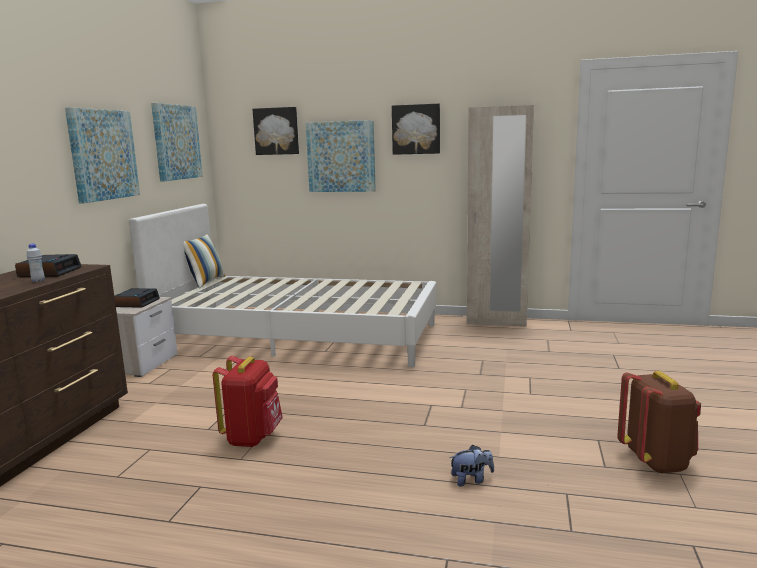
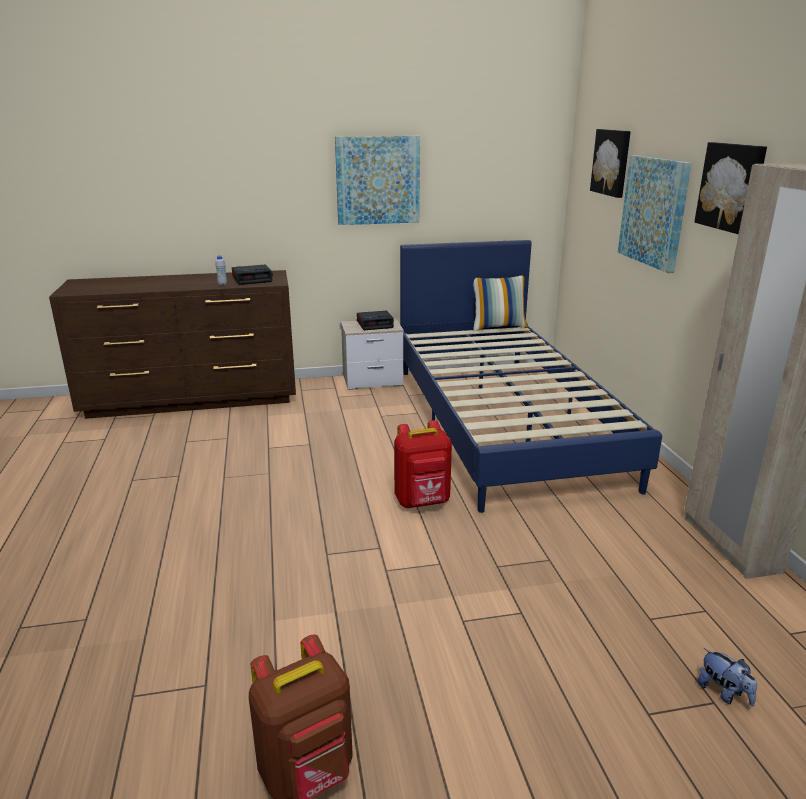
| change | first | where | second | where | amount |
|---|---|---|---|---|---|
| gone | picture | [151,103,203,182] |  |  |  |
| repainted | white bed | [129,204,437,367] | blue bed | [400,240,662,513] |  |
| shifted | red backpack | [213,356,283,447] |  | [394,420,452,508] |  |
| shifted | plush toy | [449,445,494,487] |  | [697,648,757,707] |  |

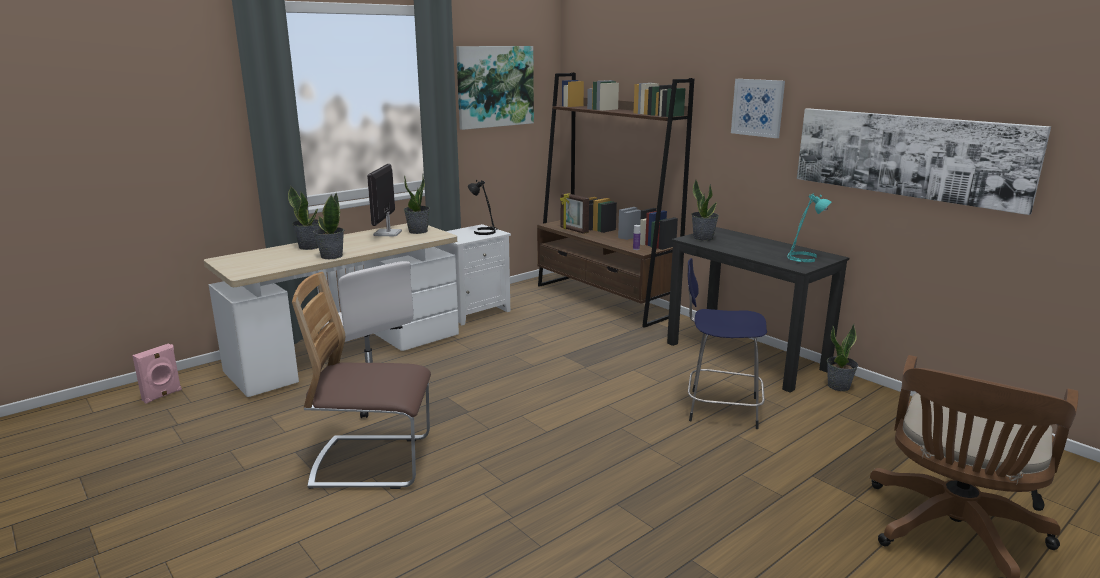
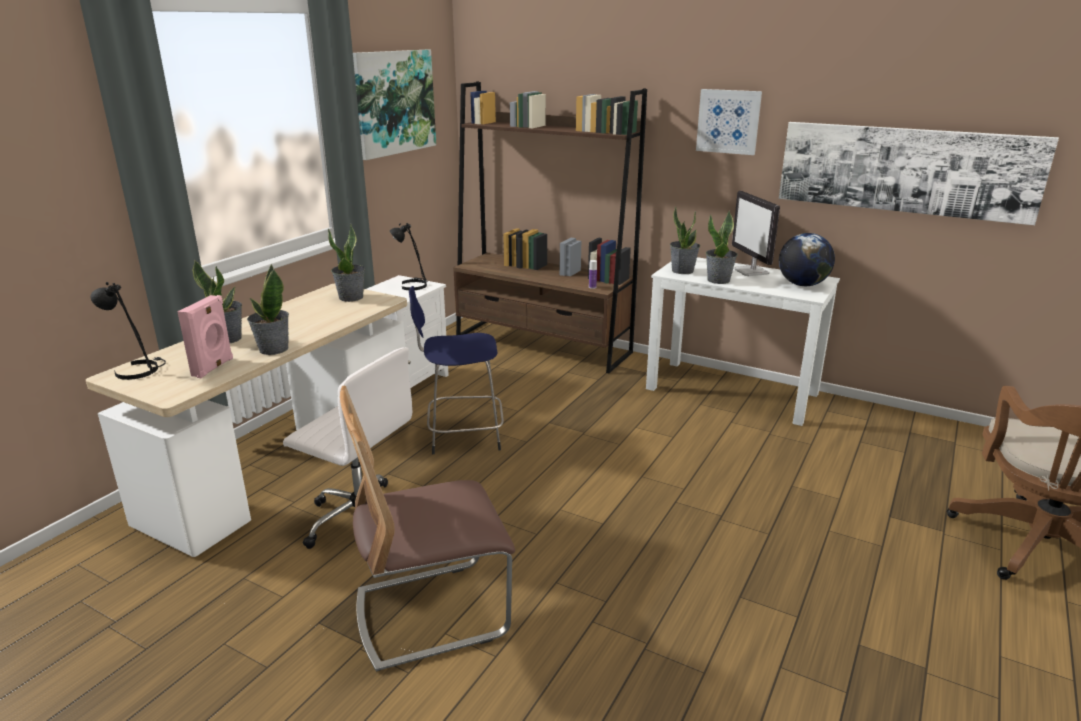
| change | first | where | second | where | amount |
|---|---|---|---|---|---|
| shifted | monitor | [367,164,402,236] |  | [732,191,780,276] |  |
| gone | picture frame | [560,193,589,234] |  |  |  |
| swapped | turquoise table lamp | [787,193,832,262] | globe | [779,233,835,286] |  |
| repainted | black desk | [667,227,849,393] | white desk | [646,257,840,426] |  |
| shifted | blue stool | [688,258,767,429] |  | [409,286,504,454] |  |
| shifted | potted plant | [827,324,858,391] |  | [706,210,738,284] |  |
| shifted | pink speaker | [132,343,182,404] |  | [177,295,233,378] |  |
| new |  |  | black table lamp | [90,282,166,380] |  |

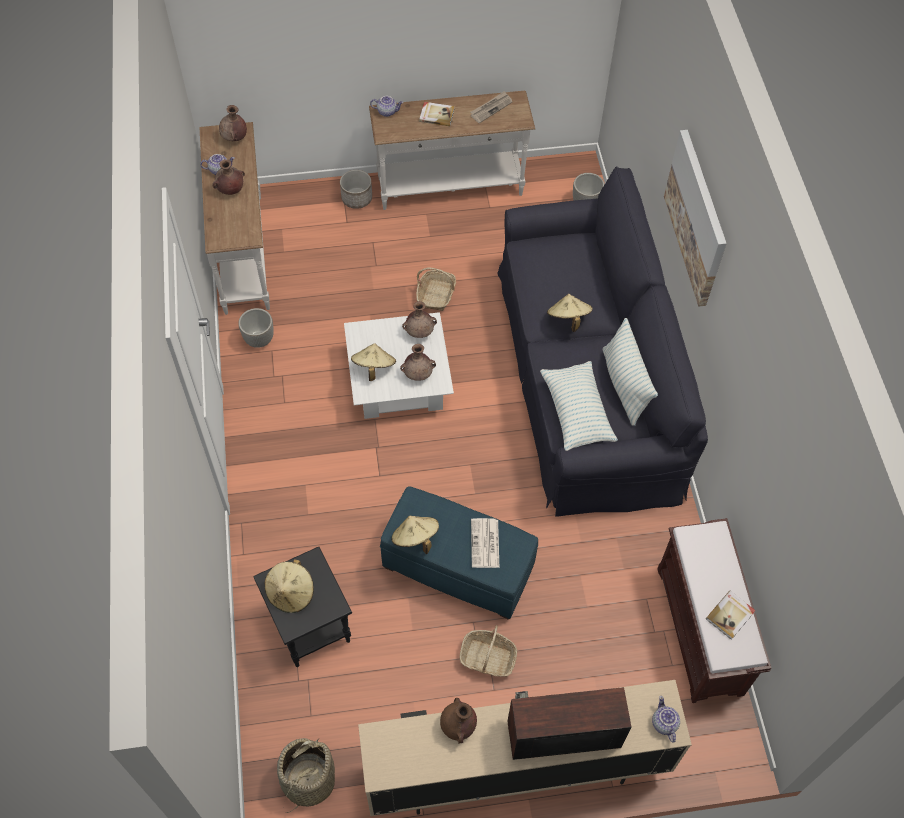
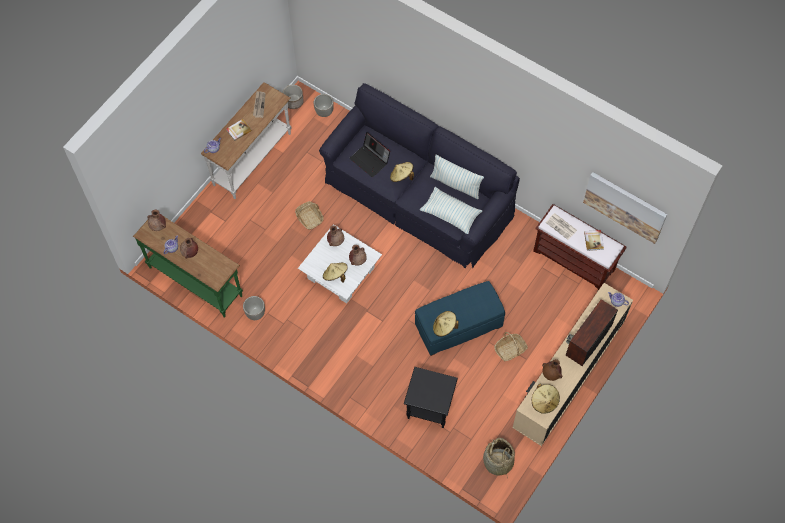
| change | first | where | second | where | amount |
|---|---|---|---|---|---|
| repainted | white console table | [199,122,270,315] | green console table | [133,217,243,318] |  |
| shifted | picture | [664,130,727,307] |  | [583,172,667,244] |  |
| shifted | planter | [340,170,372,209] |  | [283,85,304,109] |  |
| shifted | newspaper | [471,518,499,568] |  | [545,213,577,240] |  |
| shifted | beige hat | [265,559,314,613] |  | [532,384,560,414] |  |
| new |  |  | laptop | [349,132,390,177] |  |

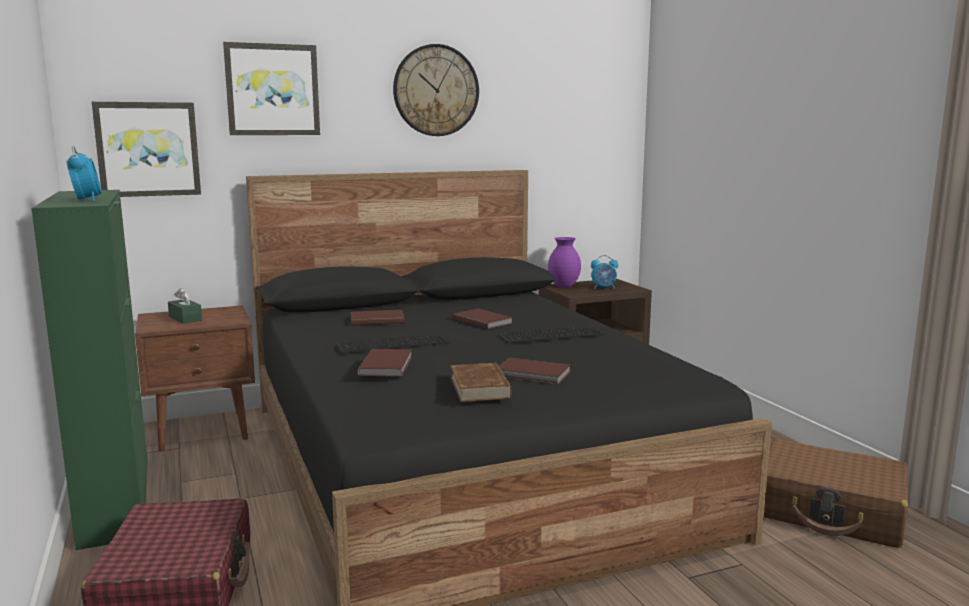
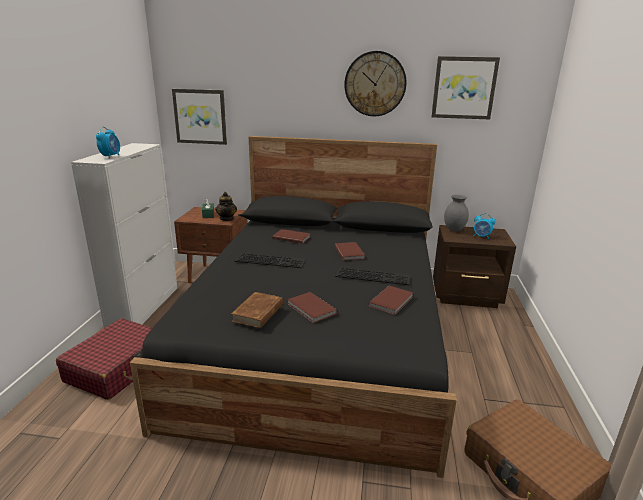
| change | first | where | second | where | amount |
|---|---|---|---|---|---|
| shifted | picture | [223,42,320,135] |  | [431,56,500,120] |  |
| repainted | green cabinet | [31,190,148,550] | white cabinet | [71,143,177,328] |  |
| repainted | purple vase | [548,237,581,288] | grey vase | [444,195,469,232] |  |
| shifted | brown book | [357,349,412,377] |  | [368,286,413,315] |  |
| new |  |  | teapot | [215,192,237,221] |  |

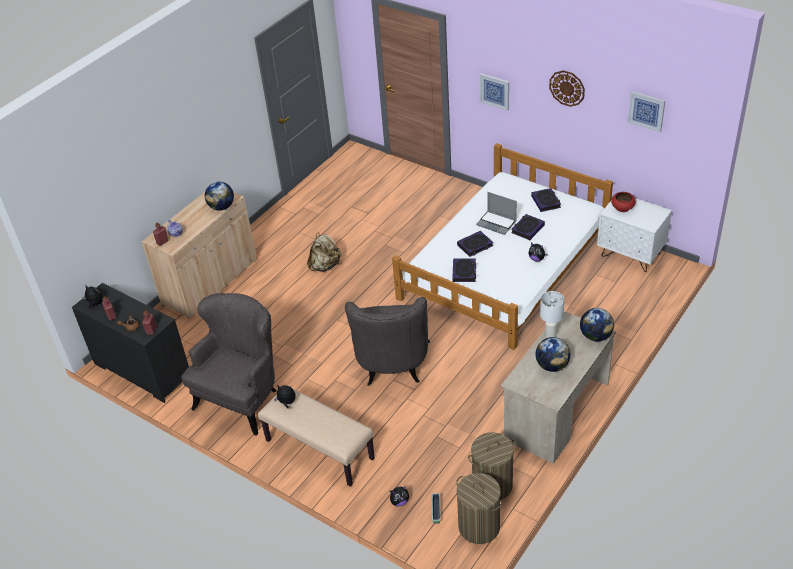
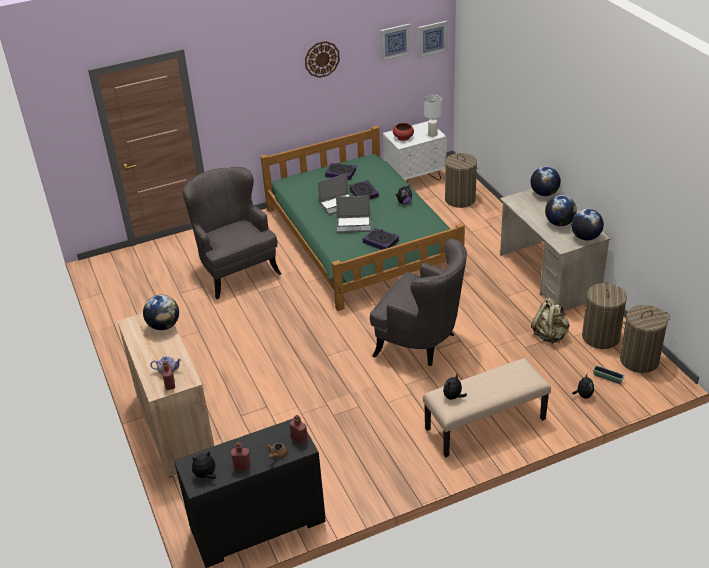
| change | first | where | second | where | amount |
|---|---|---|---|---|---|
| shifted | picture | [479,73,509,111] |  | [418,21,448,58] |  |
| repainted | white bed | [392,143,613,350] | green bed | [260,125,465,311] |  |
| swapped | book | [457,231,493,257] | laptop | [336,196,371,233] |  |
| shifted | beige backpack | [307,232,342,271] |  | [531,298,570,344] |  |
| shifted | white table lamp | [540,291,565,338] |  | [424,95,442,137] |  |
| shifted | grey armchair | [181,293,277,436] |  | [182,167,281,299] |  |
| new |  |  | laundry basket | [445,153,478,208] |  |
| new |  |  | globe | [571,209,604,240] |  |

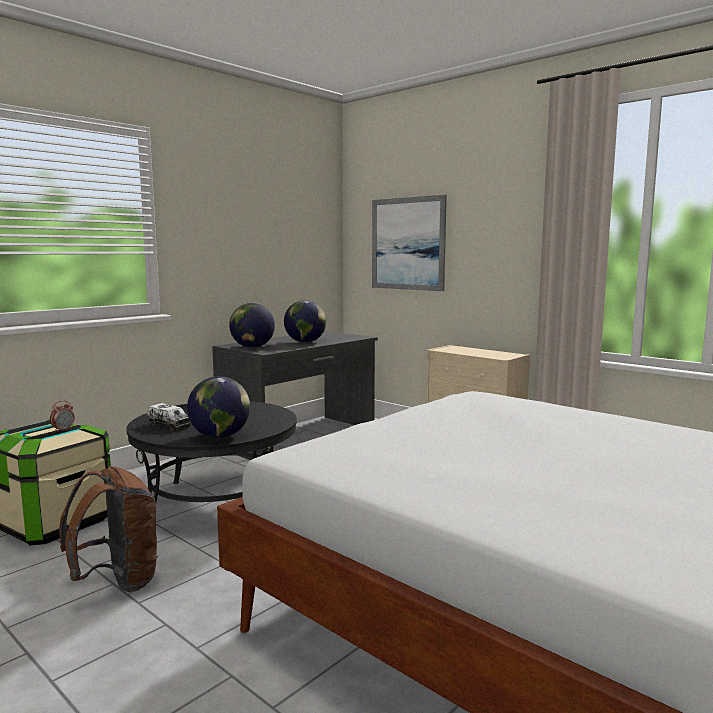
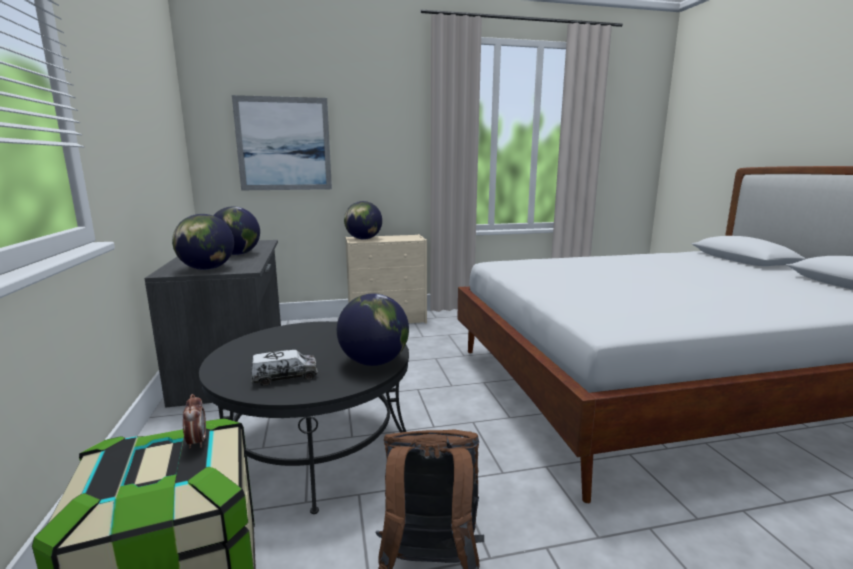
| change | first | where | second | where | amount |
|---|---|---|---|---|---|
| new |  |  | globe | [344,201,382,240] |  |

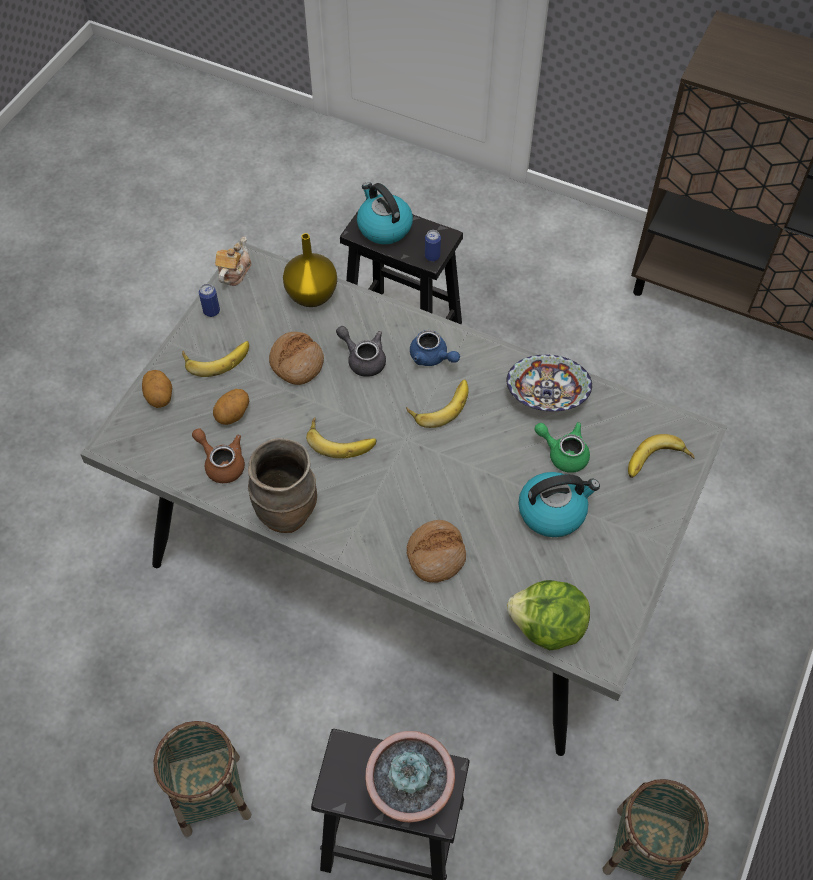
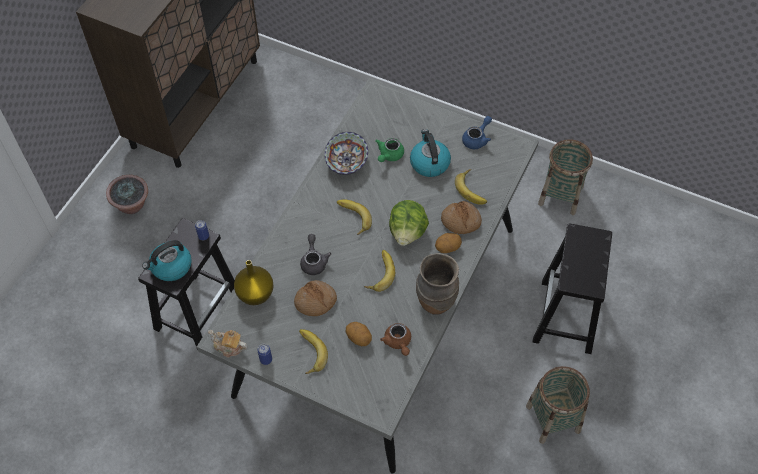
| change | first | where | second | where | amount |
|---|---|---|---|---|---|
| rotated | grey teapot | [336,326,386,377] |  | [300,234,331,275] | 135 degrees clockwise |
| shifted | blue teapot | [410,330,460,366] |  | [462,116,492,149] |  |
| shifted | potato | [142,370,172,408] |  | [435,233,462,253] |  |
| rotated | brown teapot | [192,428,245,483] |  | [380,323,411,356] | 60 degrees counterclockwise |
| shifted | banana | [628,434,694,478] |  | [455,169,487,205] |  |
| shifted | lettuce | [507,580,590,651] |  | [389,200,429,246] |  |
| shifted | potted plant | [365,731,455,822] |  | [106,175,148,214] |  |

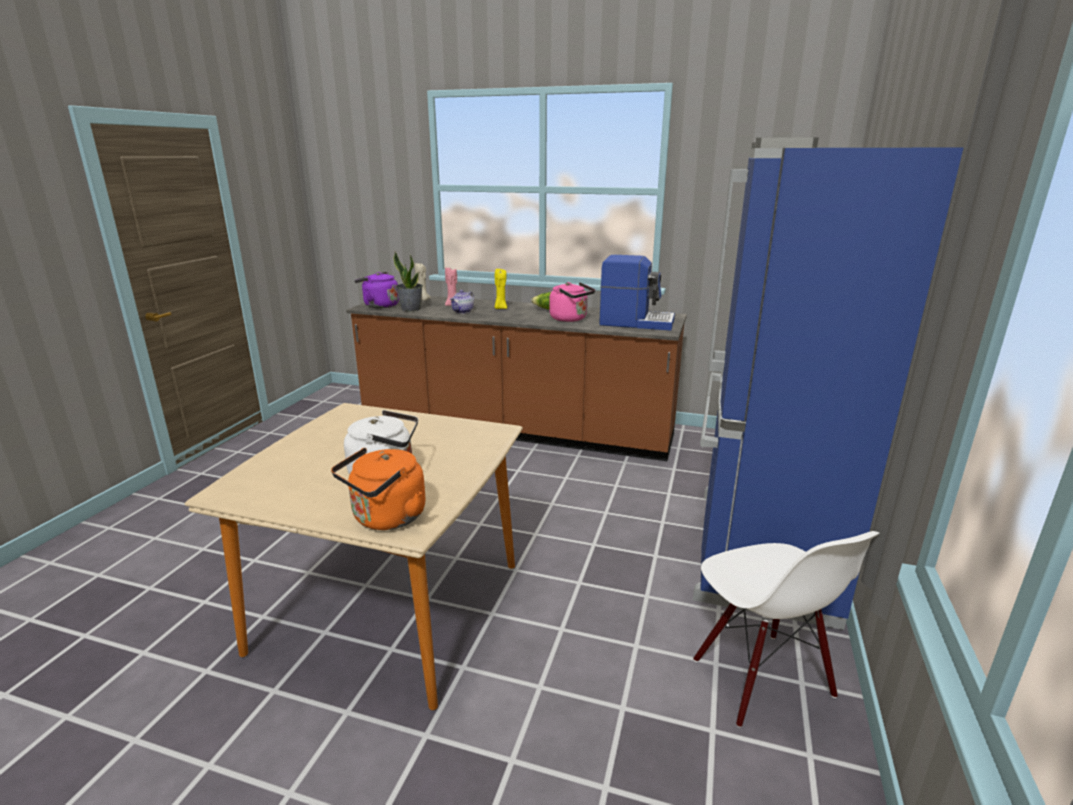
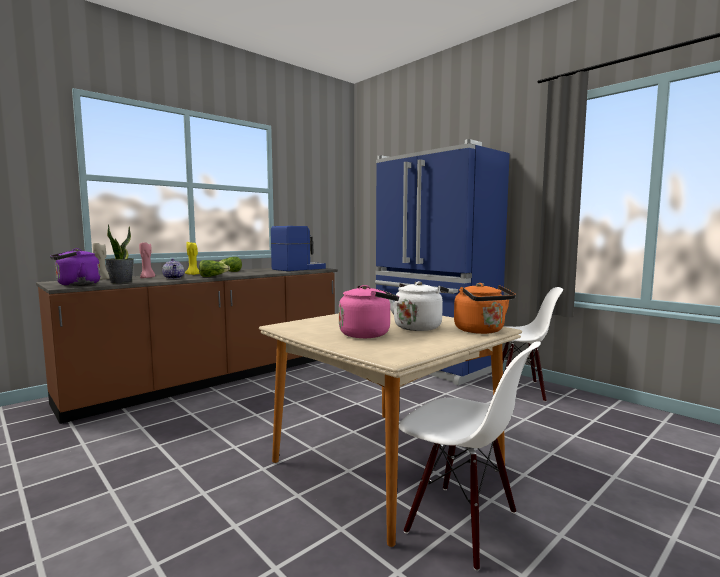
| change | first | where | second | where | amount |
|---|---|---|---|---|---|
| shifted | pink kettle | [549,282,595,322] |  | [339,285,399,338] |  |
| new |  |  | lettuce | [199,260,230,277] |  |
| new |  |  | white chair | [399,342,541,571] |  |

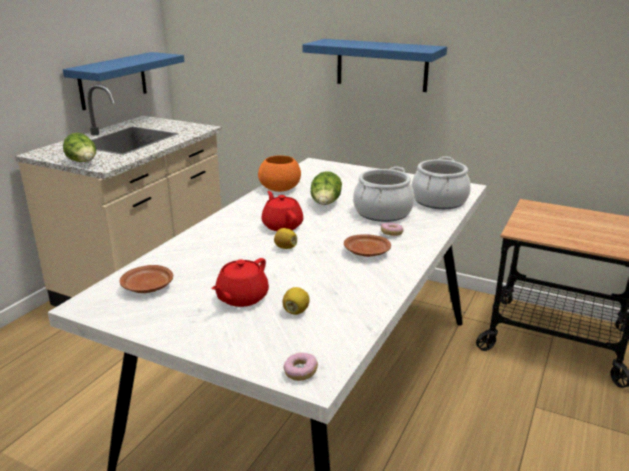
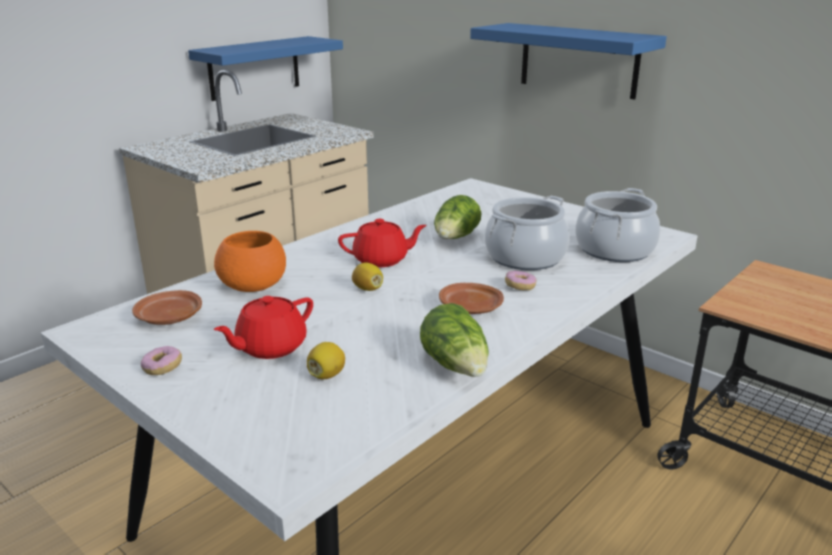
| change | first | where | second | where | amount |
|---|---|---|---|---|---|
| shifted | lettuce | [63,132,96,162] |  | [420,303,489,377] |  |
| shifted | orange bowl | [258,155,301,192] |  | [214,231,286,292] |  |
| rotated | red teapot | [262,191,303,231] |  | [338,219,427,267] | 90 degrees clockwise |
| shifted | donut | [284,353,318,381] |  | [141,346,182,375] |  |

